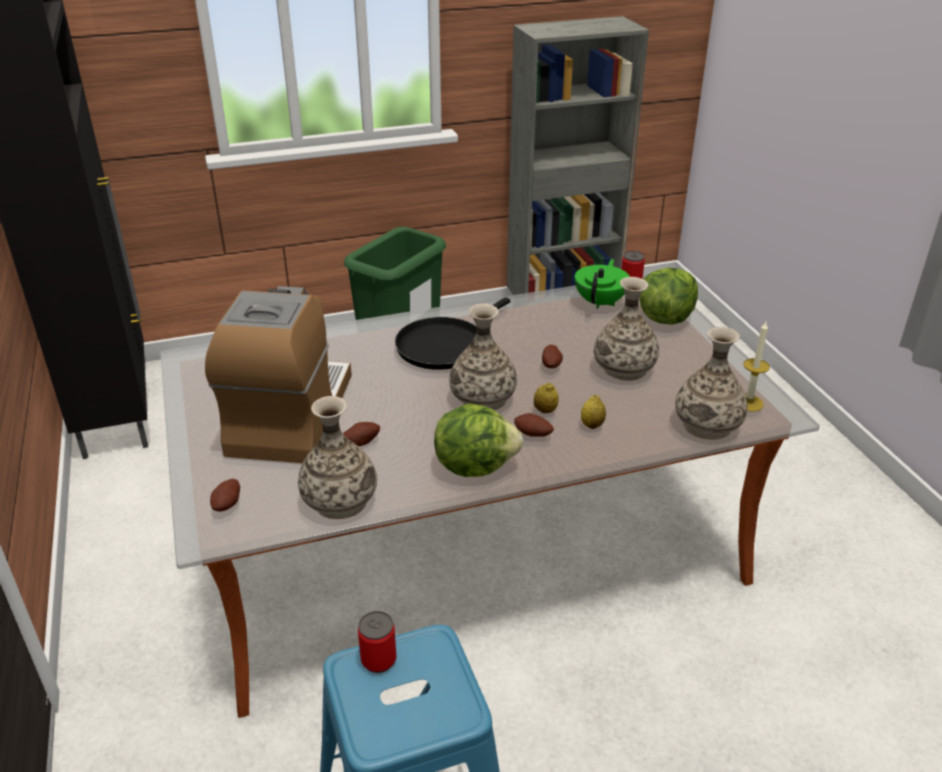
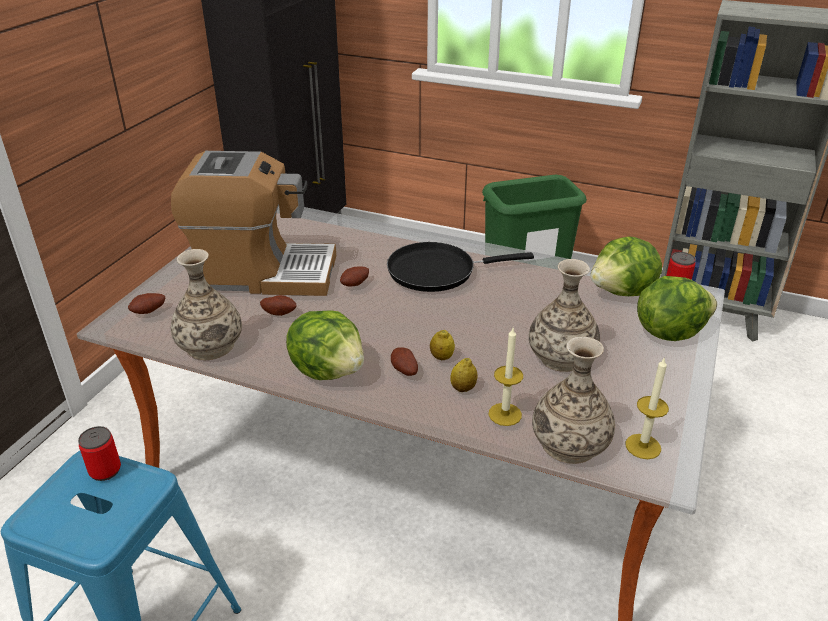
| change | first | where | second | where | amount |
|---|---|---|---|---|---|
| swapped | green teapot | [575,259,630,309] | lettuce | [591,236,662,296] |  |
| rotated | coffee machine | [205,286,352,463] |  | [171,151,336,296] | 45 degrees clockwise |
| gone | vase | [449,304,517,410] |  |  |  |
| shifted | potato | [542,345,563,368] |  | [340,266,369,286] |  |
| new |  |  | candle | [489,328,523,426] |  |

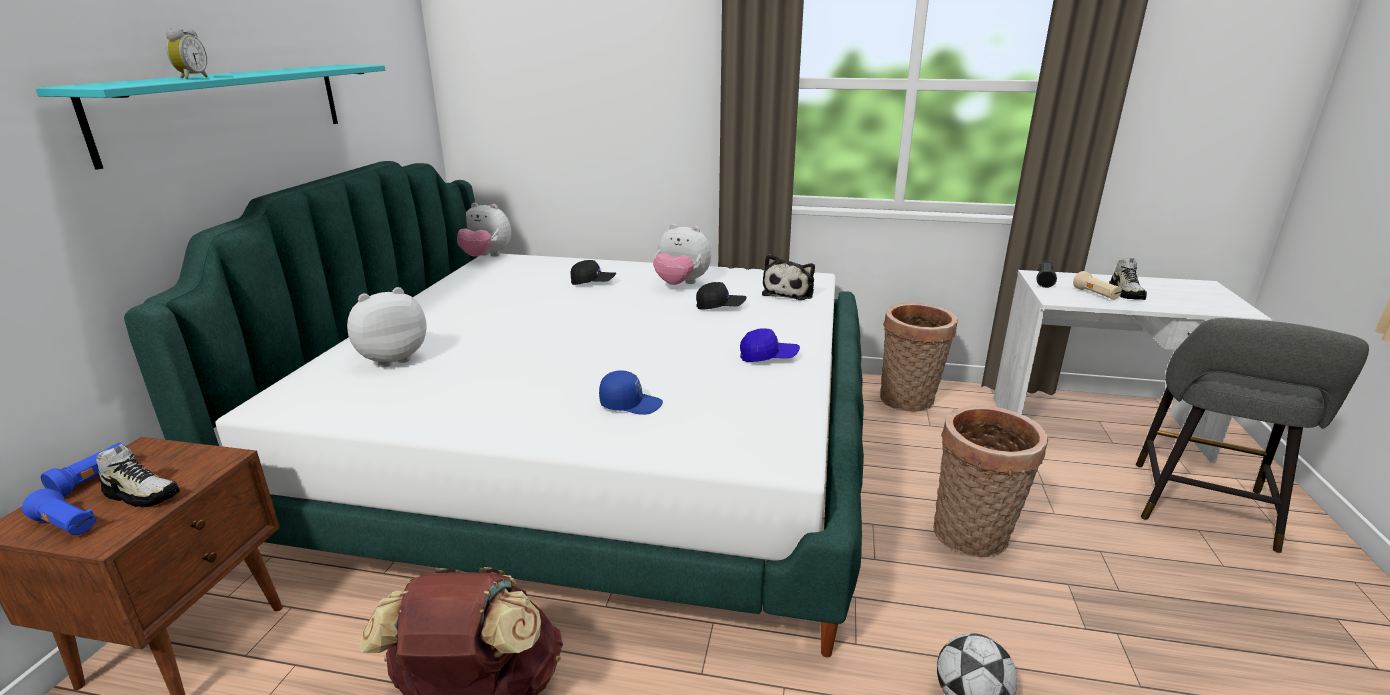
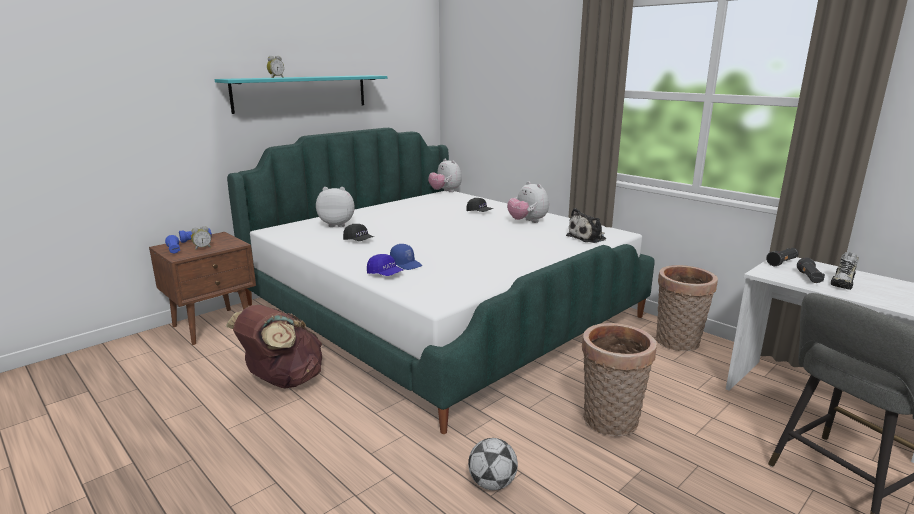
| change | first | where | second | where | amount |
|---|---|---|---|---|---|
| repainted | beige flashlight | [1073,271,1122,300] | black flashlight | [797,257,825,283] |  |
| shifted | black cap | [696,282,747,310] |  | [343,224,374,241] |  |
| shifted | blue cap | [740,328,800,362] |  | [367,254,404,276] |  |
| swapped | shoe | [96,444,180,507] | alarm clock | [191,226,211,250] |  |

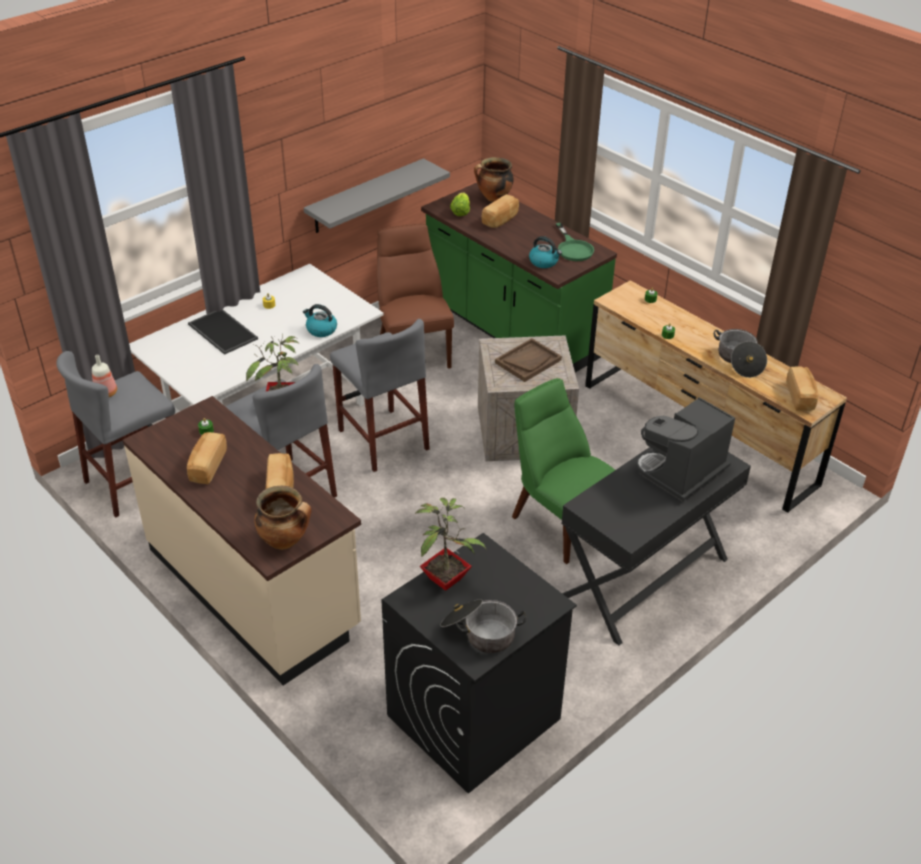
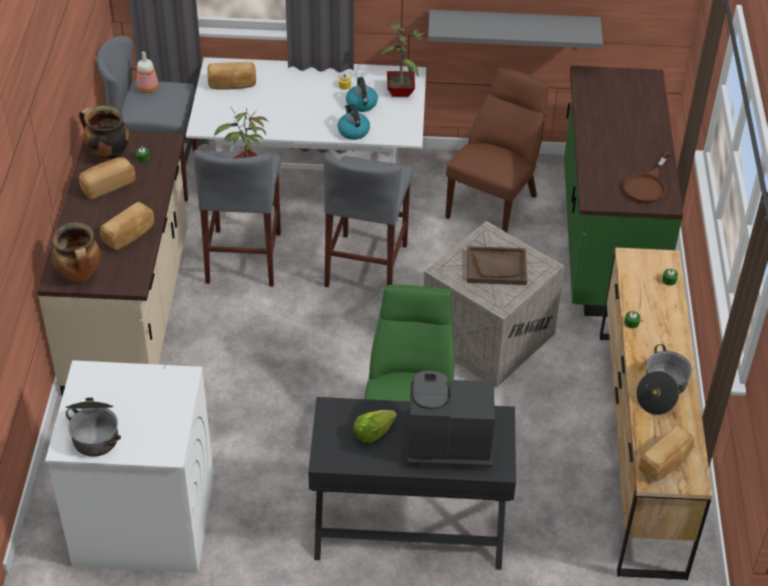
| change | first | where | second | where | amount |
|---|---|---|---|---|---|
| shifted | cooking pot | [474,157,514,202] |  | [79,106,129,161] |  |
| shifted | lettuce | [450,193,470,216] |  | [354,410,397,443] |  |
| shifted | bread | [481,194,519,228] |  | [207,62,256,90] |  |
| repainted | green frying pan | [556,223,594,261] | brown frying pan | [623,151,672,203] |  |
| shifted | kettle | [529,236,562,268] |  | [346,77,378,112] |  |
| gone | tray | [188,309,258,355] |  |  |  |
| shifted | potted plant | [416,498,487,591] |  | [380,23,426,97] |  |
| repainted | black washing machine | [381,533,577,794] | white washing machine | [45,360,214,573] |  |

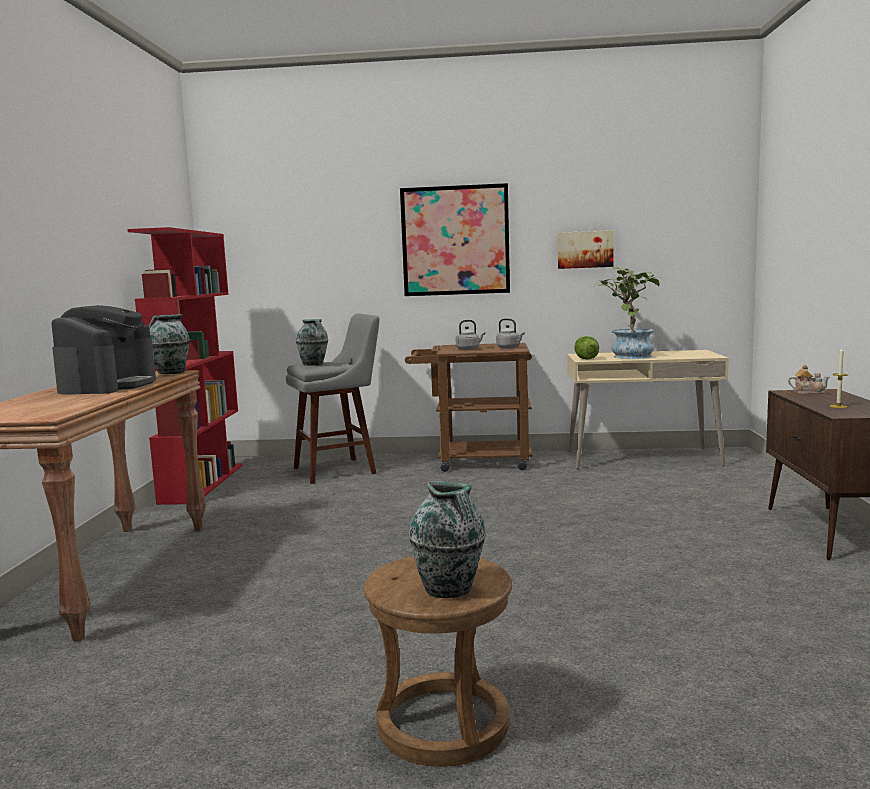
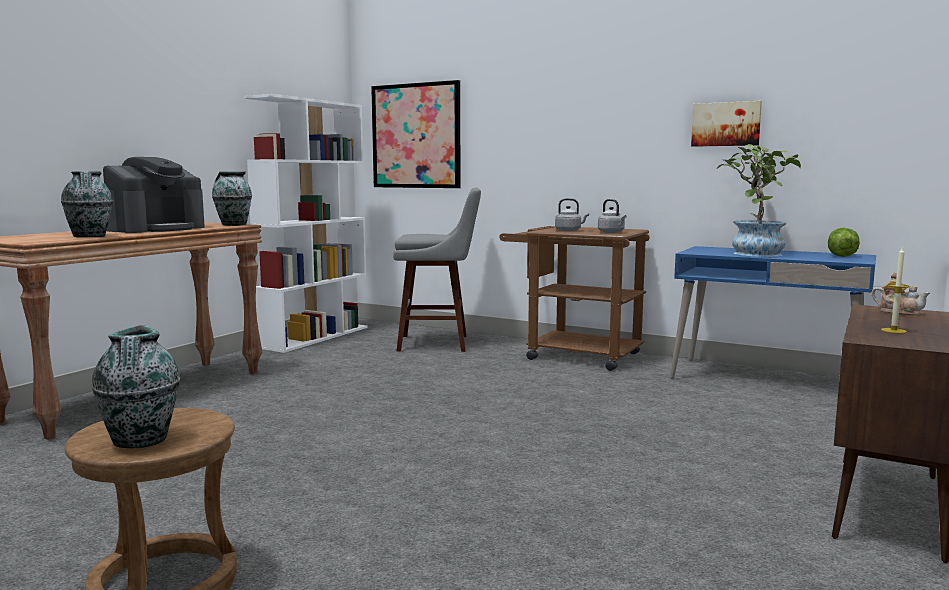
| change | first | where | second | where | amount |
|---|---|---|---|---|---|
| shifted | picture | [400,183,510,296] |  | [371,80,461,188] |  |
| repainted | red bookcase | [127,227,243,505] | white bookcase | [244,94,368,353] |  |
| shifted | vase | [296,319,328,366] |  | [61,171,113,237] |  |
| shifted | lettuce | [574,336,599,360] |  | [828,228,860,257] |  |
| repainted | beige desk | [567,350,729,469] | blue desk | [670,246,876,379] |  |

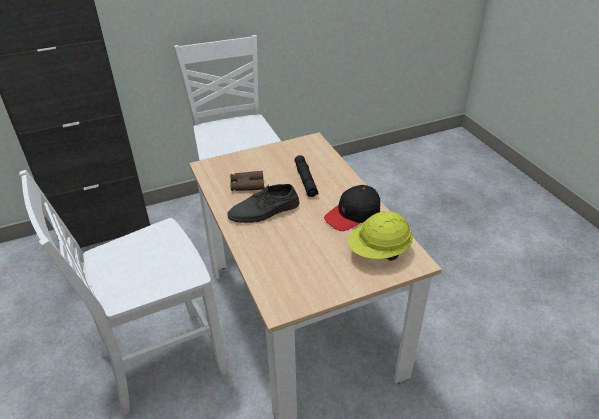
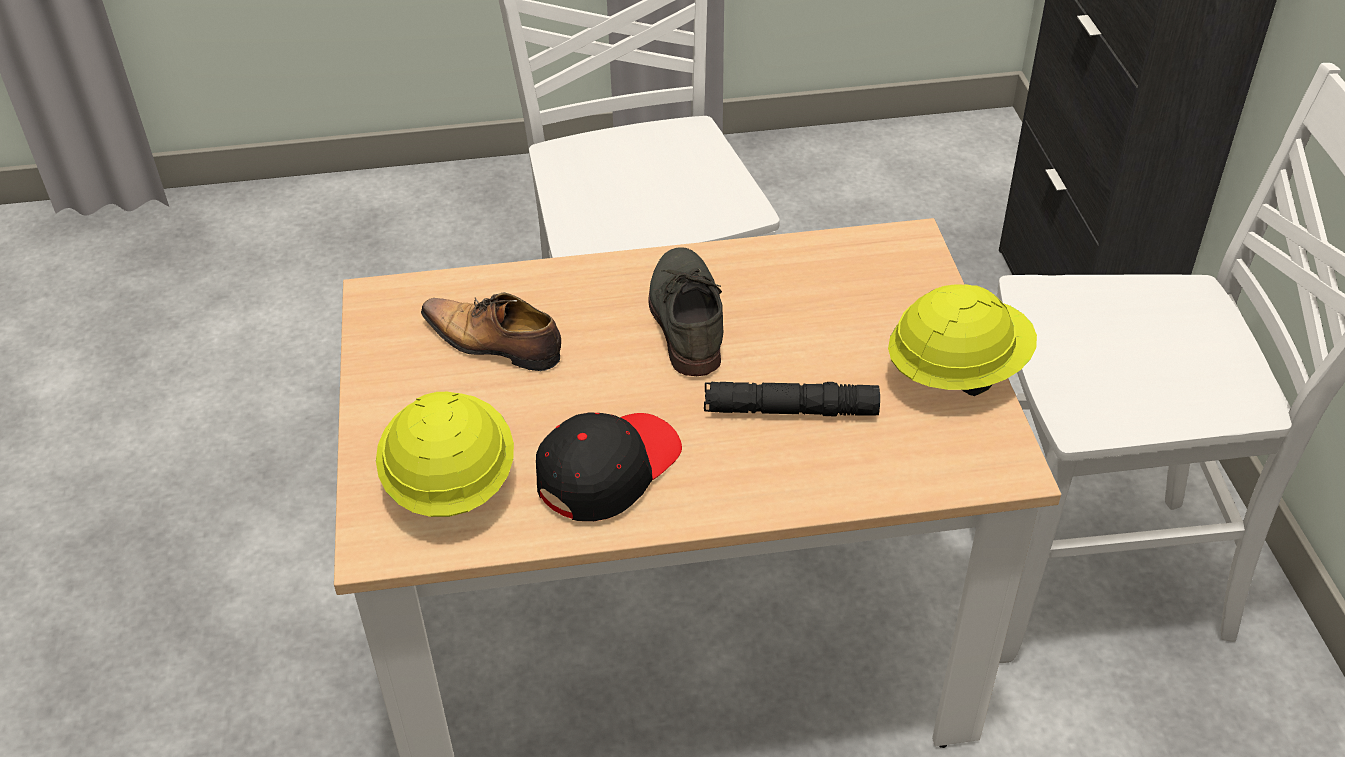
| change | first | where | second | where | amount |
|---|---|---|---|---|---|
| gone | brown binoculars | [230,171,264,191] |  |  |  |
| rotated | black cap | [324,185,380,231] |  | [536,412,682,521] | 60 degrees clockwise |
| new |  |  | yellow hard hat | [888,284,1037,396] |  |
| new |  |  | shoe | [421,292,561,371] |  |

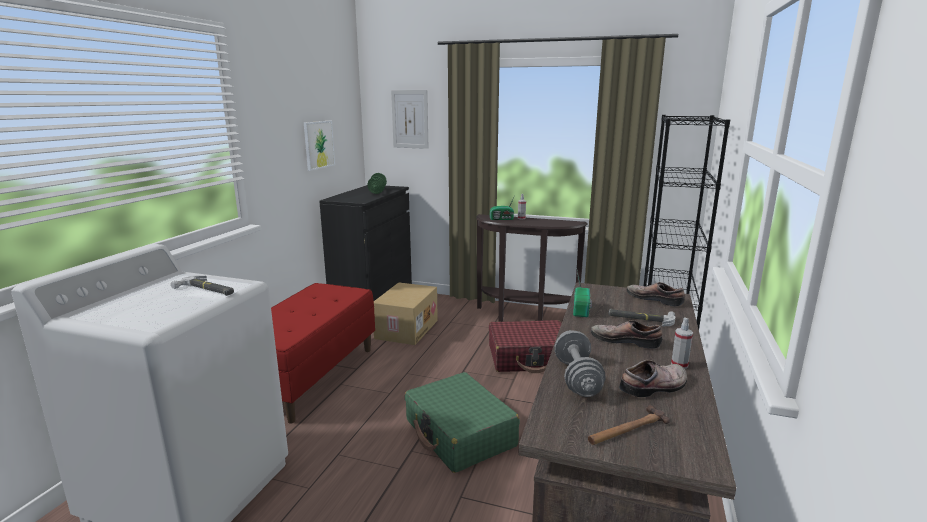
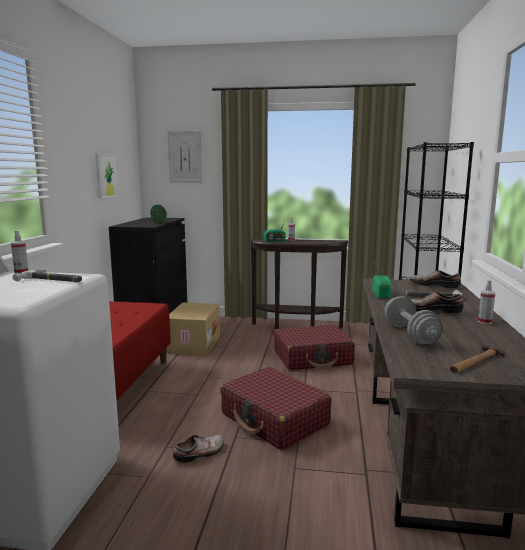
| change | first | where | second | where | amount |
|---|---|---|---|---|---|
| shifted | shoe | [619,360,687,397] |  | [173,435,224,463] |  |
| repainted | green suitcase | [405,372,520,473] | red suitcase | [220,367,332,450] |  |
| new |  |  | spray bottle | [11,230,28,274] |  |

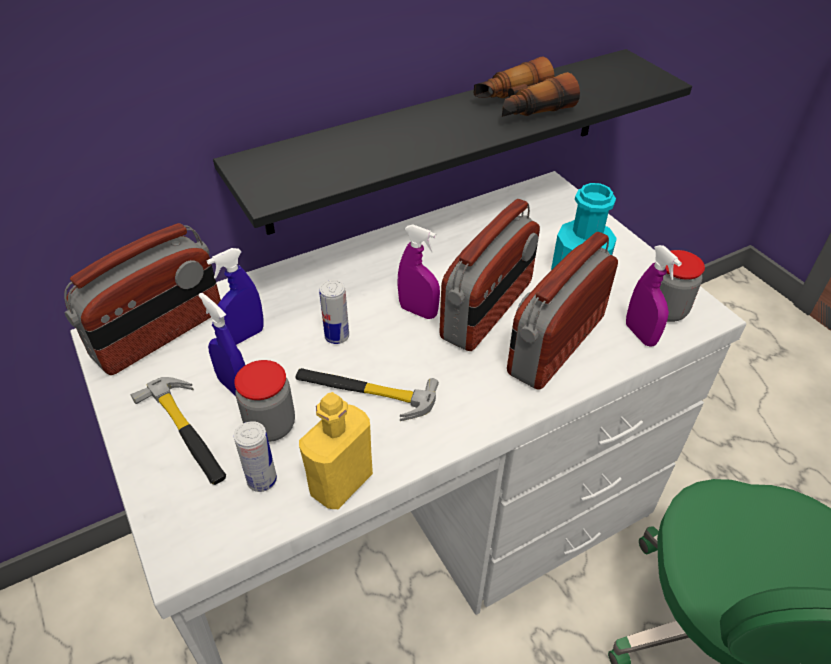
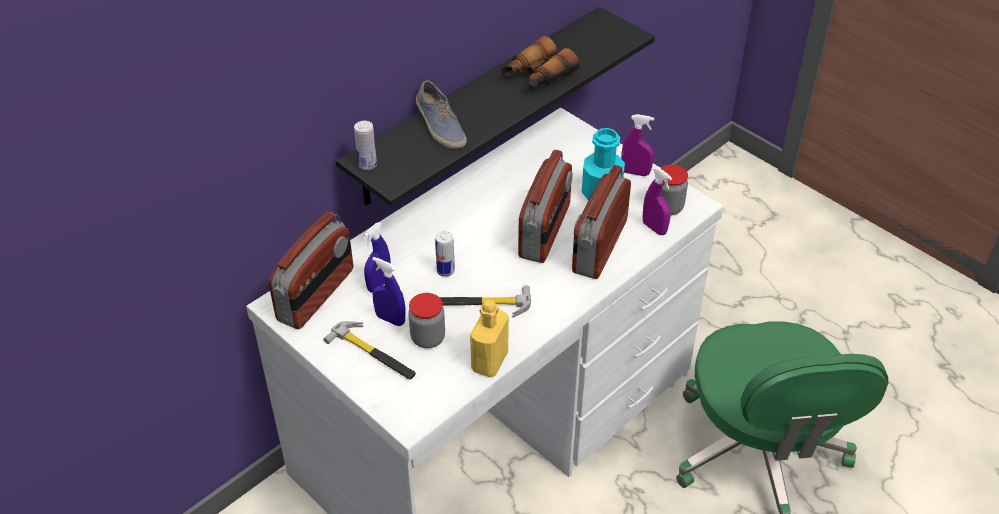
| change | first | where | second | where | amount |
|---|---|---|---|---|---|
| shifted | purple spray bottle | [397,225,440,319] |  | [621,114,654,176] |  |
| shifted | can | [234,421,277,492] |  | [354,121,377,170] |  |
| new |  |  | shoe | [416,80,467,149] |  |

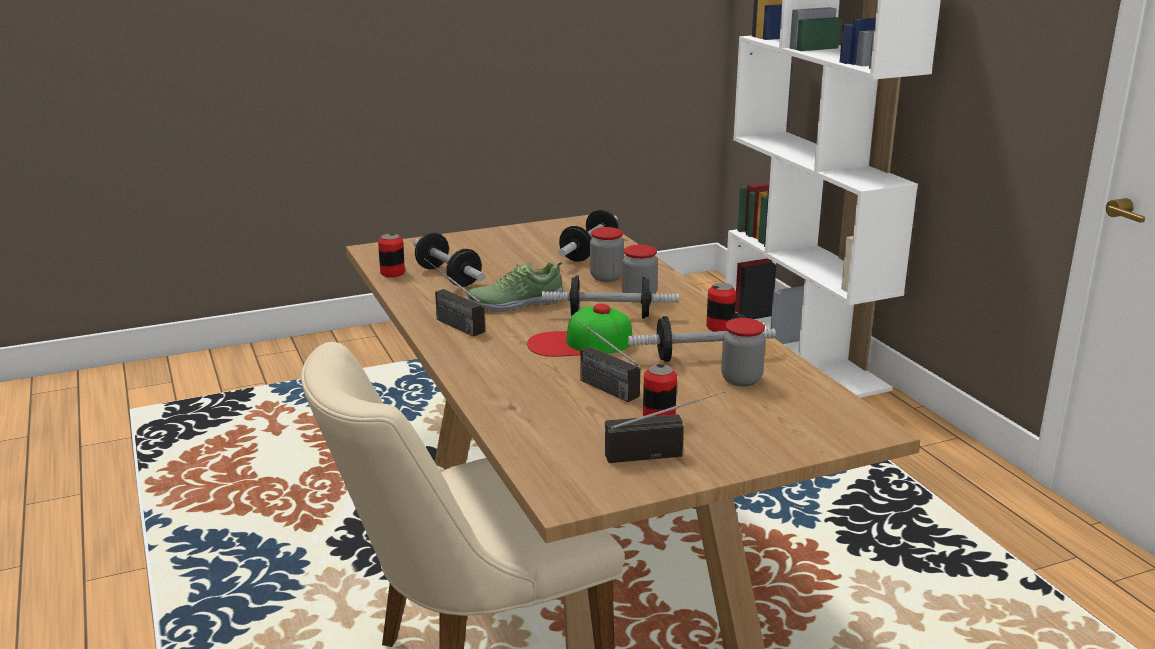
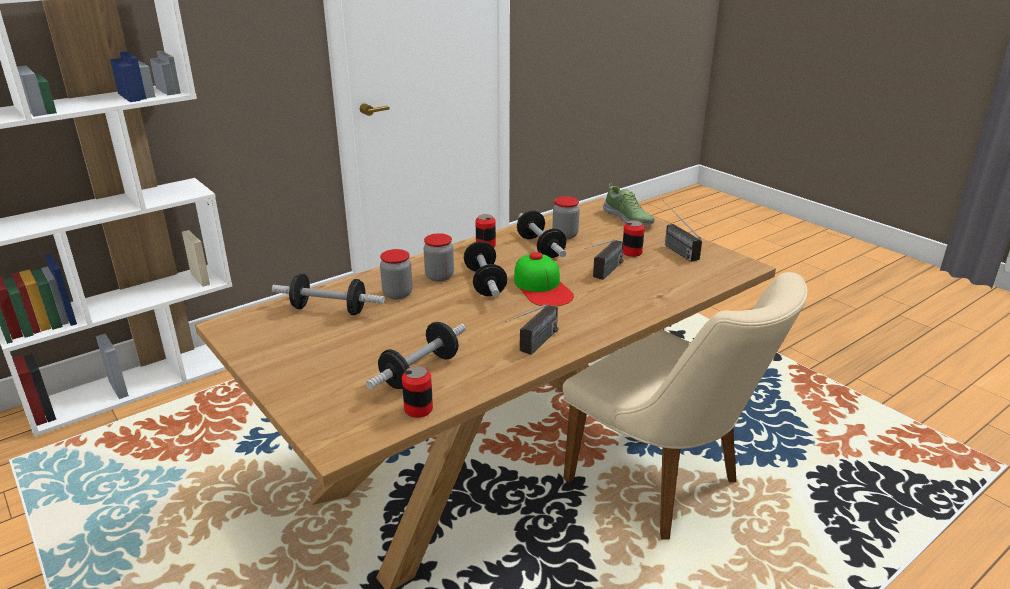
| change | first | where | second | where | amount |
|---|---|---|---|---|---|
| shifted | shoe | [467,262,565,312] |  | [603,183,655,226] |  |

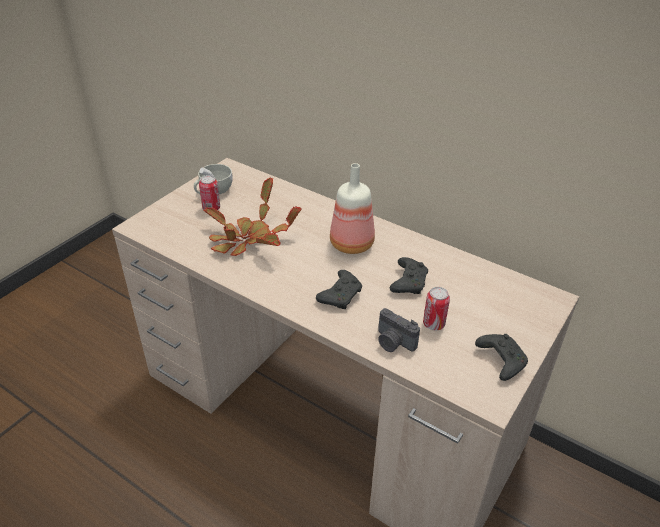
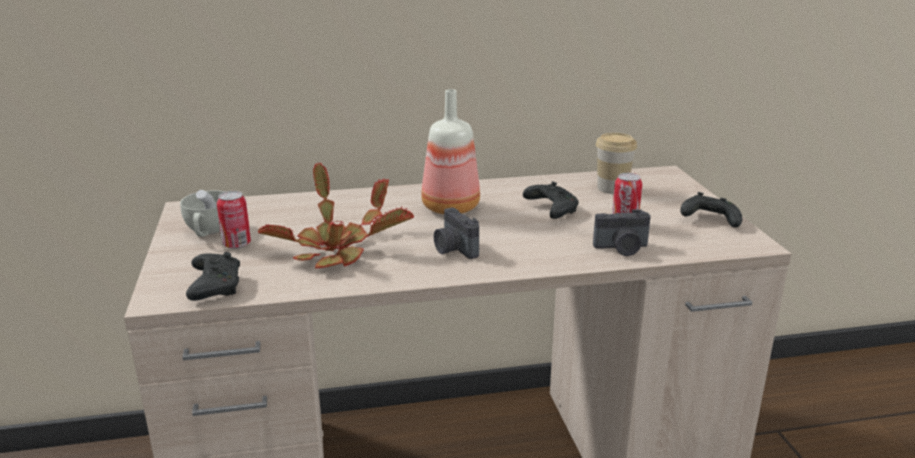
| change | first | where | second | where | amount |
|---|---|---|---|---|---|
| shifted | black game controller | [316,270,362,309] |  | [186,252,240,301] |  |
| new |  |  | cup | [596,133,637,194] |  |
| new |  |  | photo camera | [434,208,479,259] |  |

